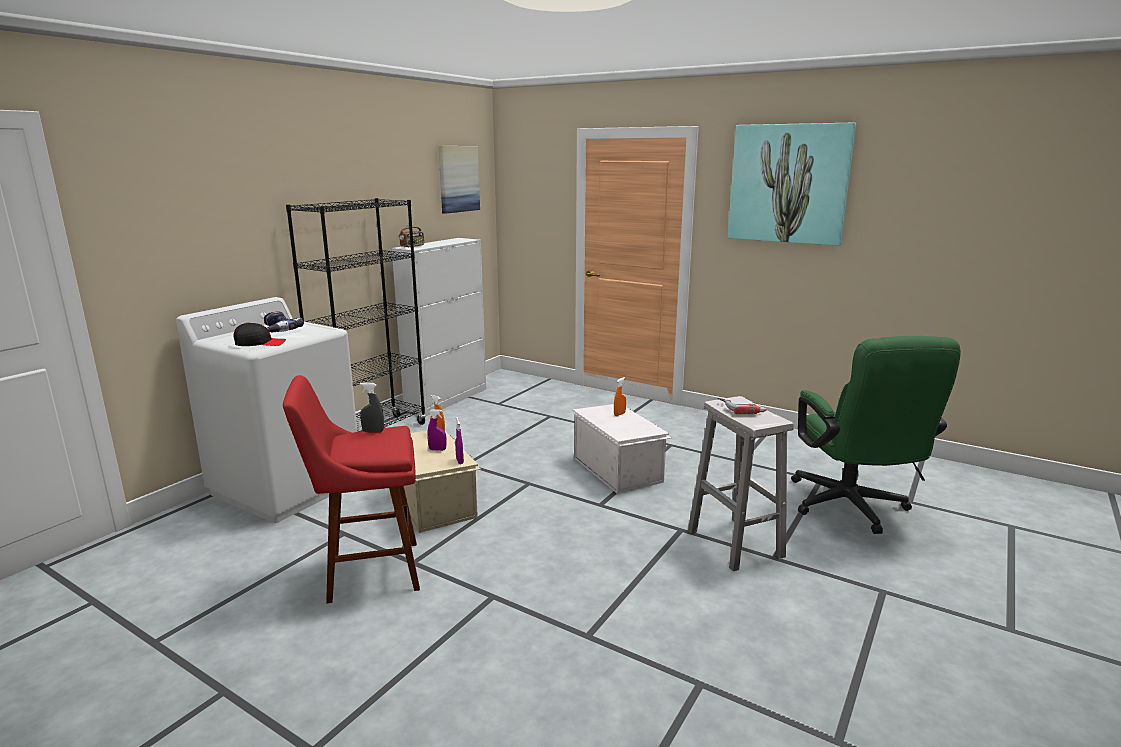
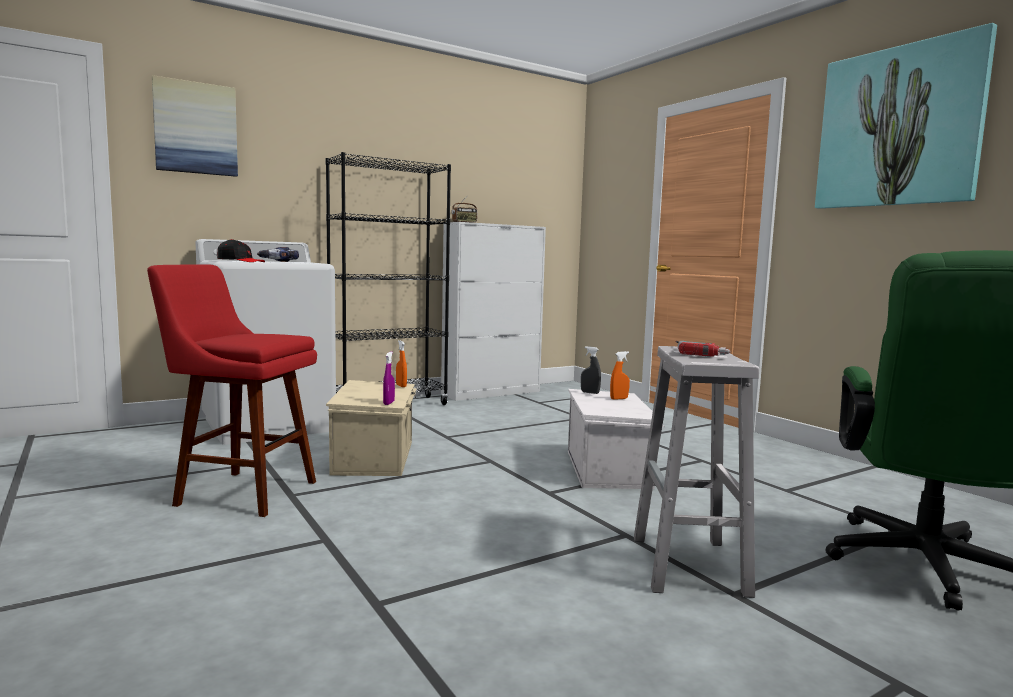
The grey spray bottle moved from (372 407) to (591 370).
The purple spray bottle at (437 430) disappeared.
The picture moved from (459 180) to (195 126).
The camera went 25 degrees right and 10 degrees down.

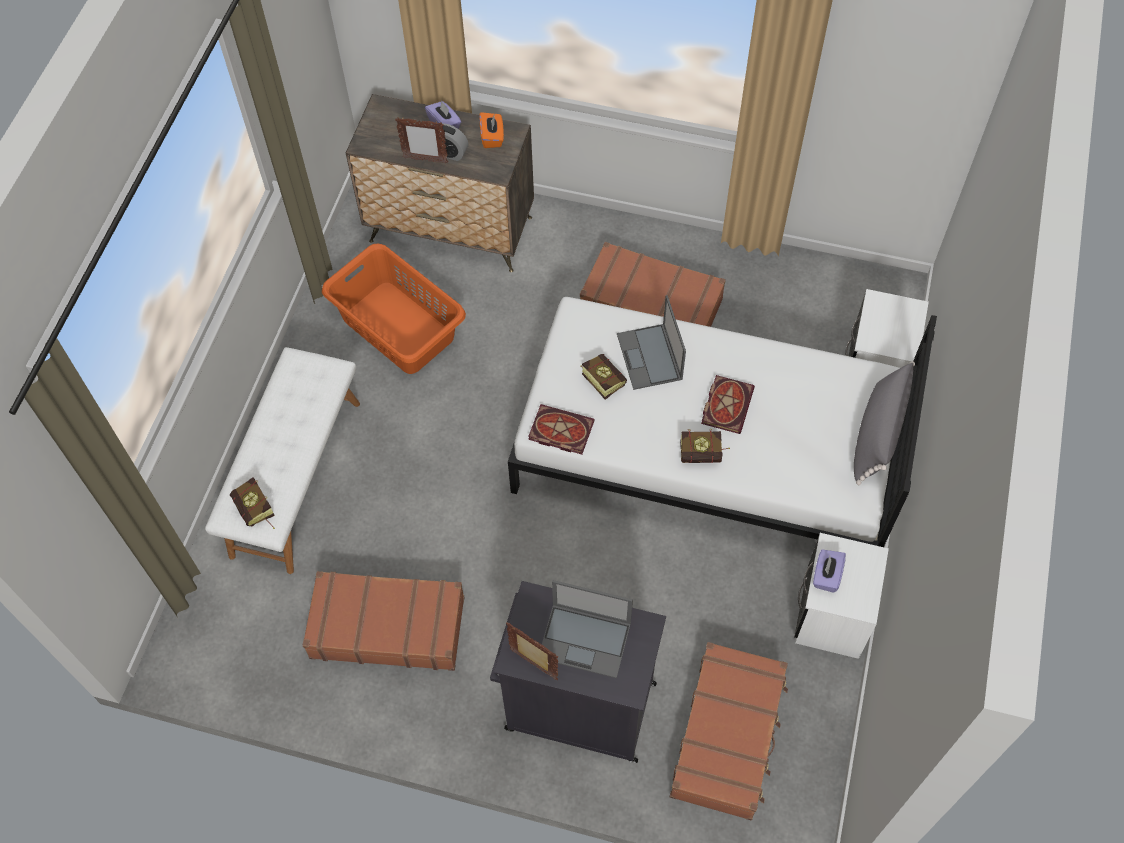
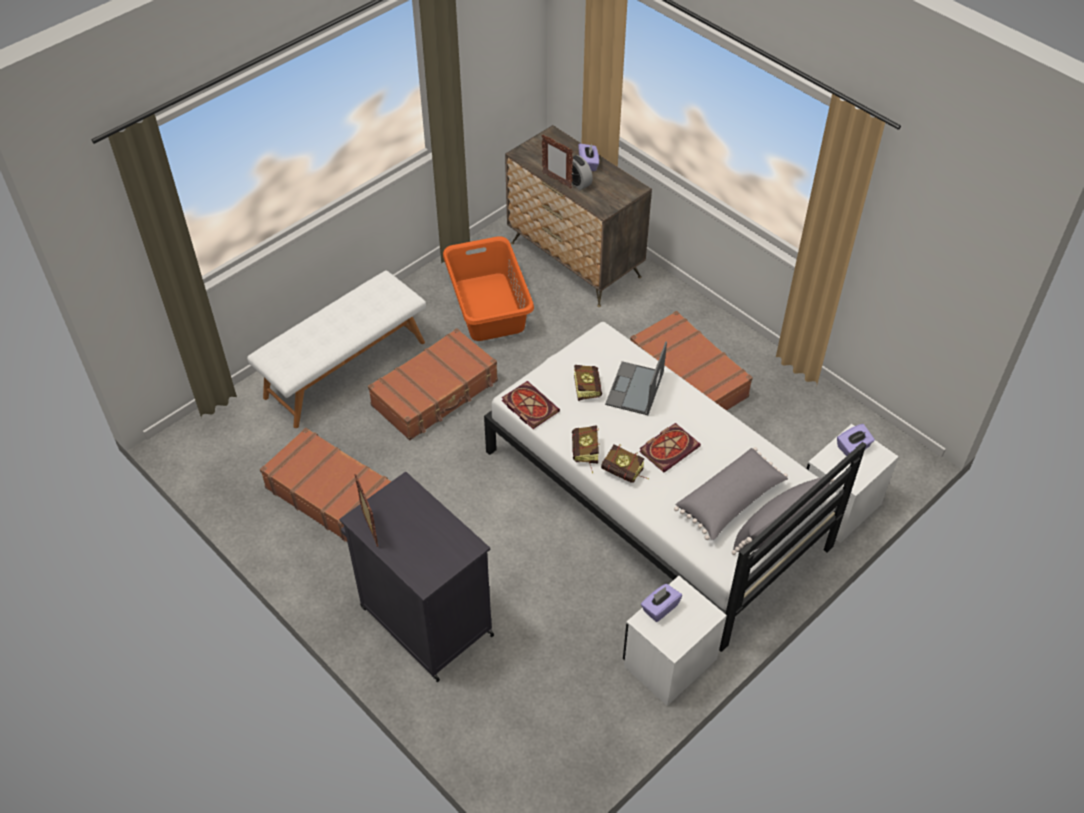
The book moved from (252 503) to (586 449).
The orange tissue box at (491 130) disappeared.
The laptop at (587 629) disappeared.
The brown suitcase moved from (729 731) to (433 384).
The grey pillow at (731 493) appeared.
The purple tissue box at (856 440) appeared.
The camera went 30 degrees right and 10 degrees down.

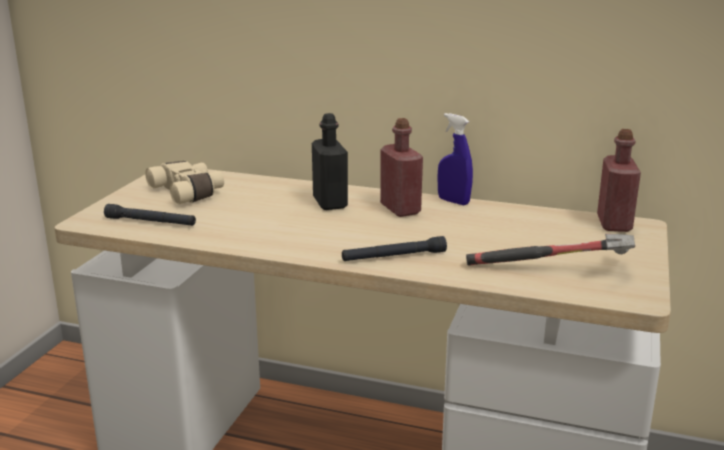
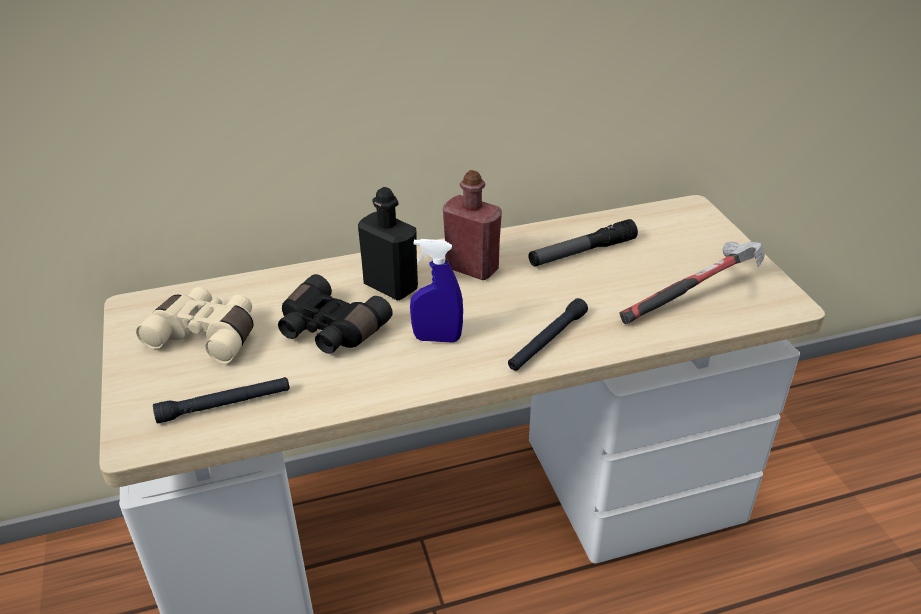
The blue spray bottle moved from (455 159) to (436 291).
The red bottle at (619 180) disappeared.
The black binoculars at (335 314) appeared.
The flashlight at (583 243) appeared.
The camera went 35 degrees left and 15 degrees up.

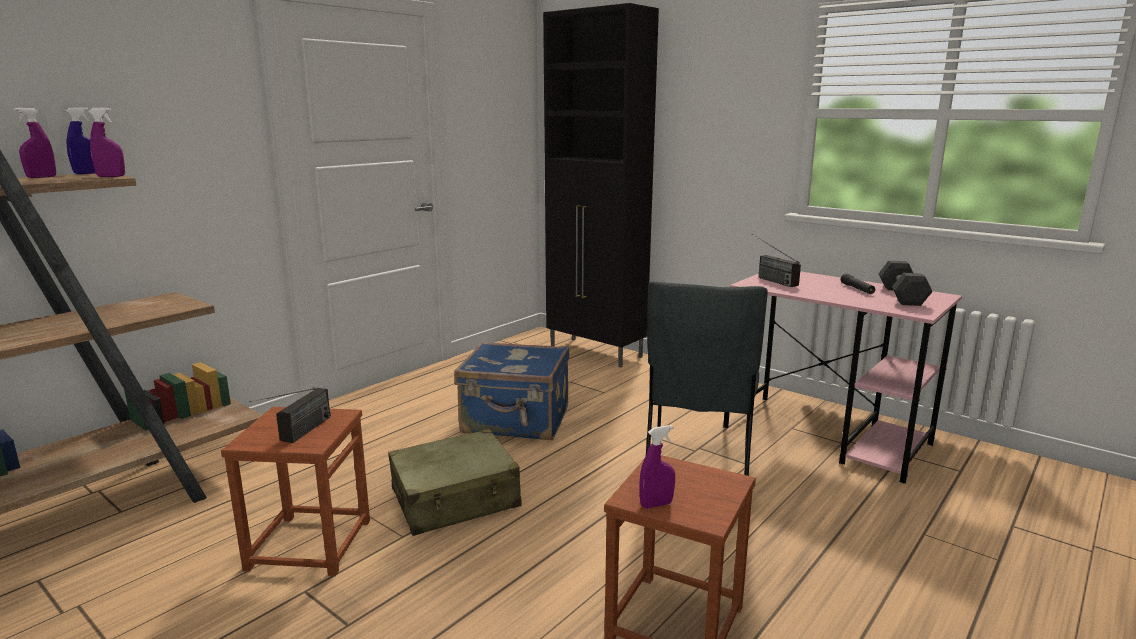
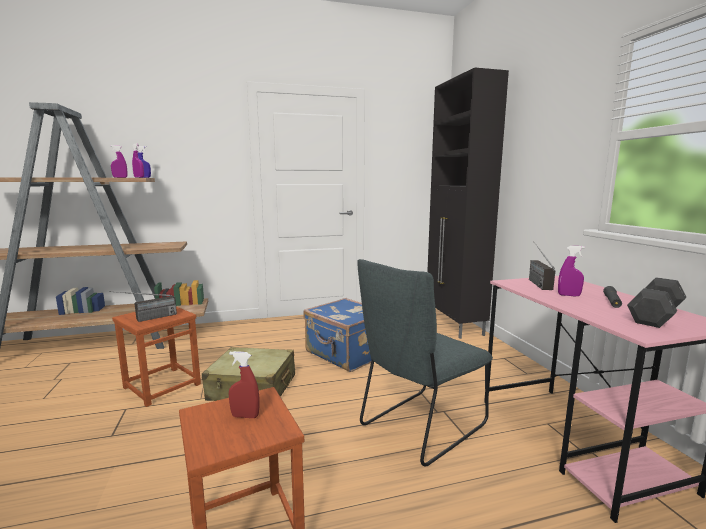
The purple spray bottle moved from (657 466) to (571 271).
The red spray bottle at (244 384) appeared.
The camera went 35 degrees right and 5 degrees down.

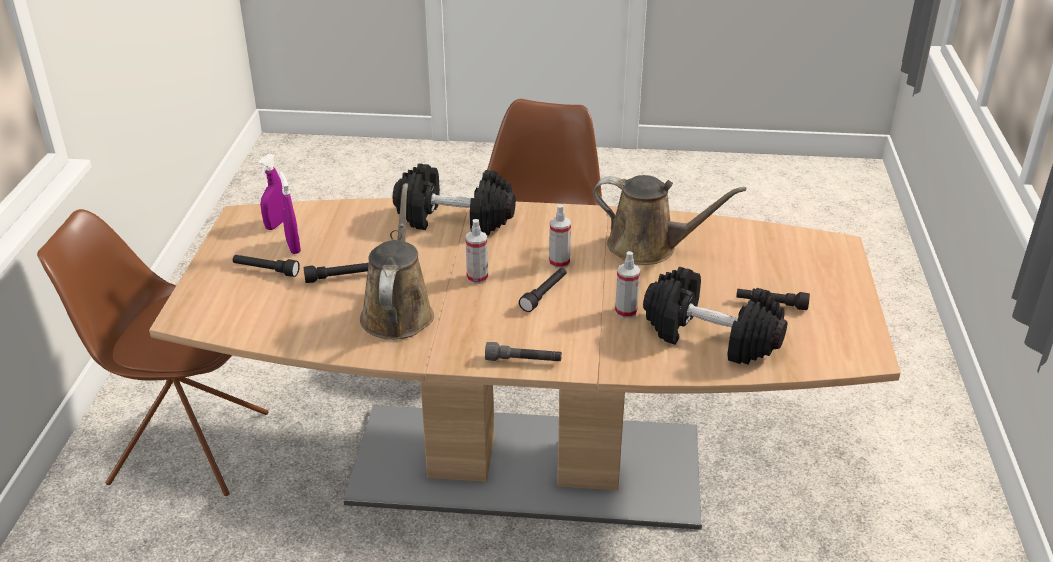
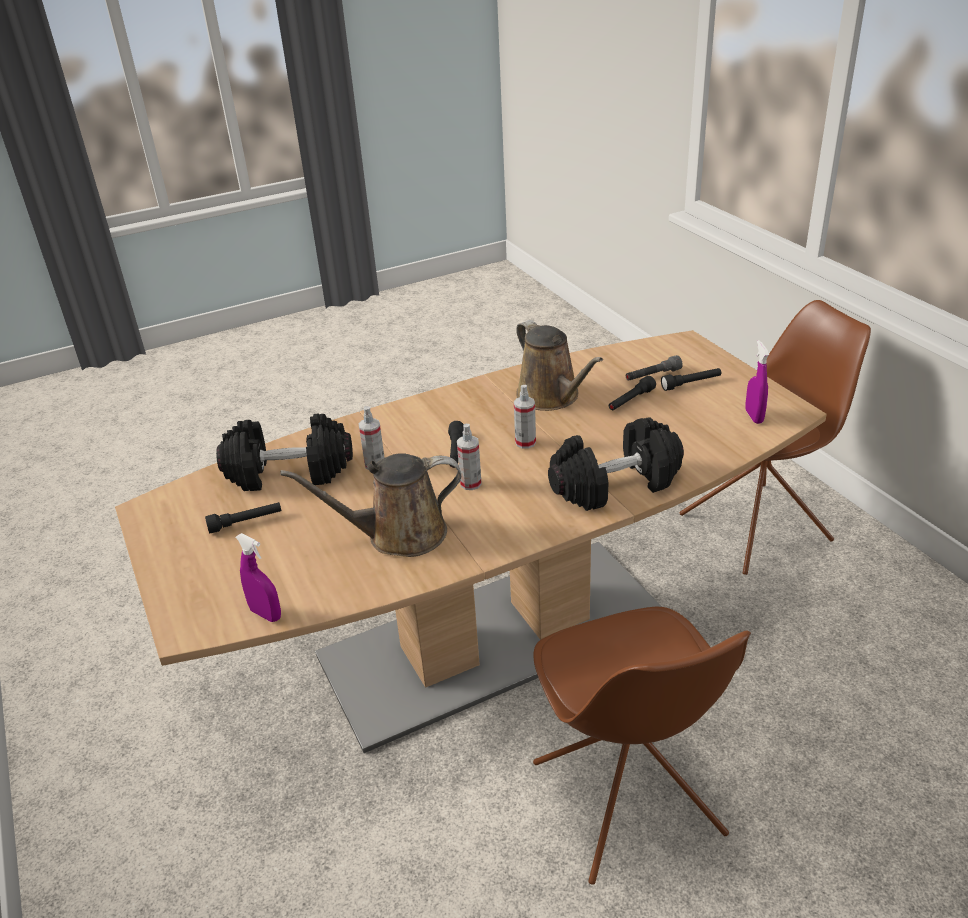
The purple spray bottle moved from (290 212) to (258 577).
The grey flashlight moved from (523 351) to (654 368).
The camera went 150 degrees right and 0 degrees up.

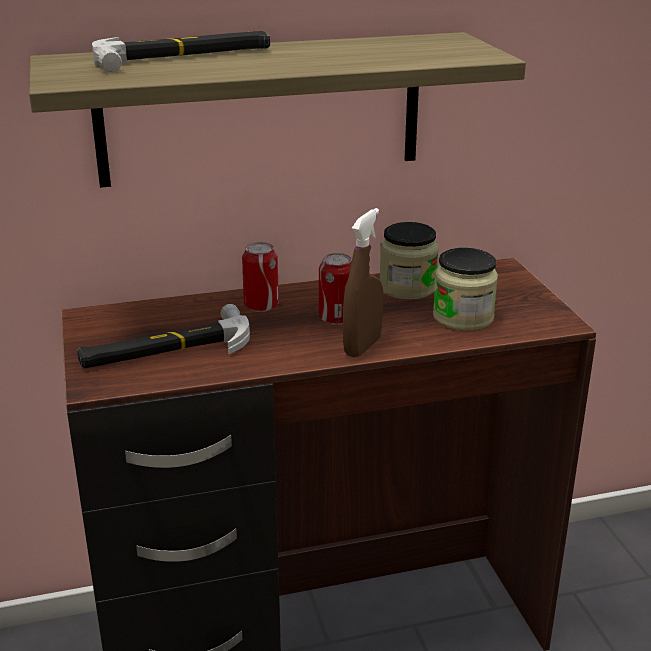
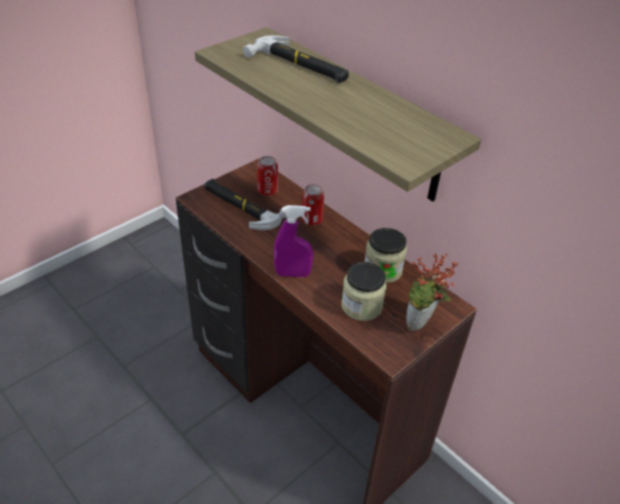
The can moved from (335 289) to (267 176).
The brown spray bottle at (363 282) became the purple spray bottle at (293 241).
The potted plant at (432 292) appeared.
The camera went 60 degrees right and 15 degrees up.

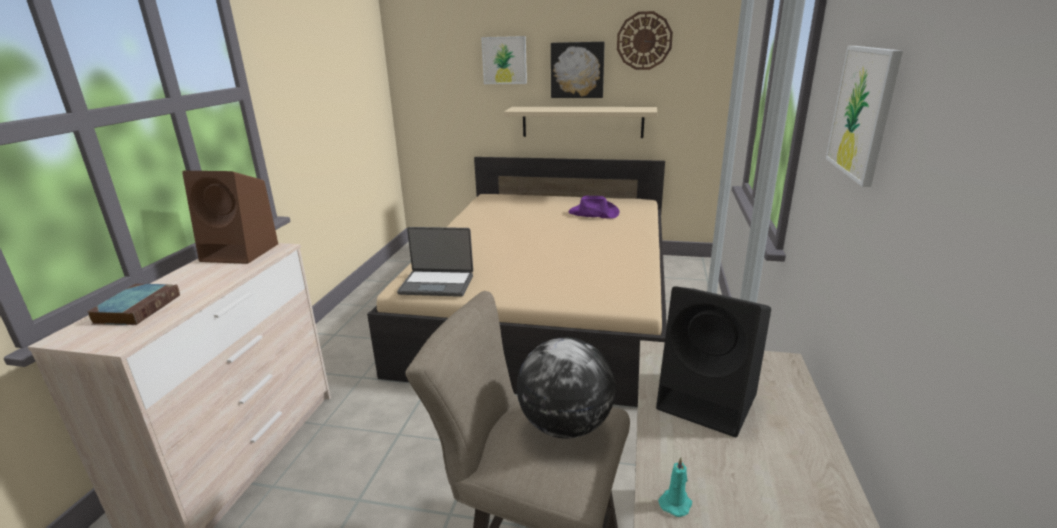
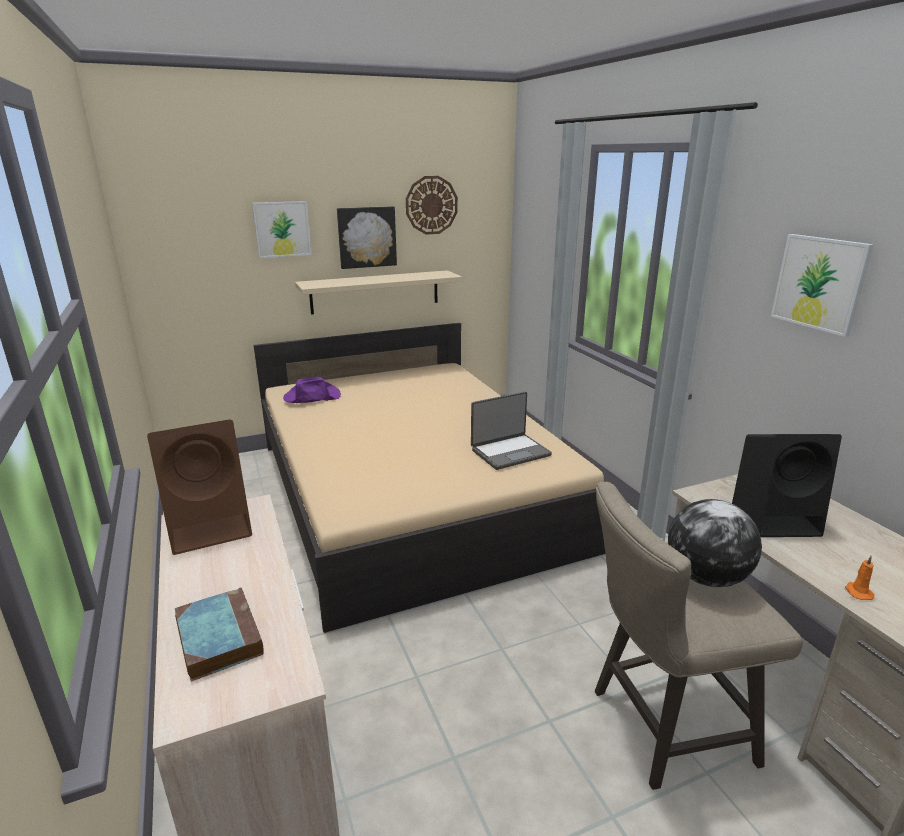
The laptop moved from (435 262) to (511 431).
The purple hat moved from (594 207) to (312 390).
The turquoise candle at (675 487) became the orange candle at (860 578).
The camera went 35 degrees left and 0 degrees up.

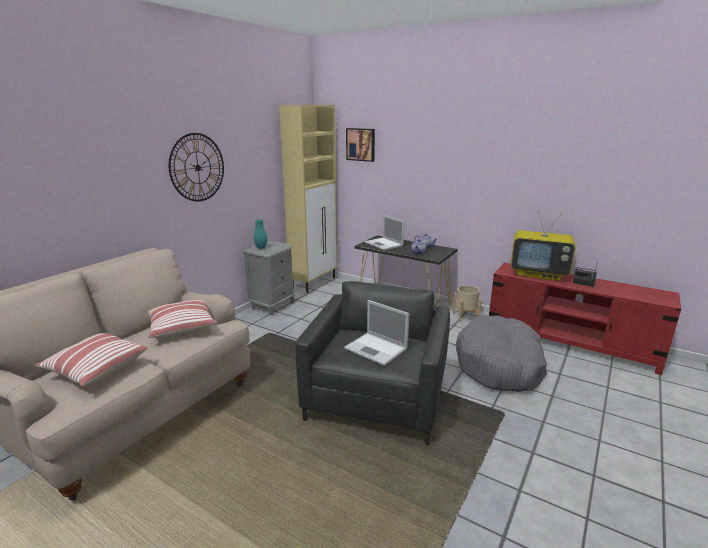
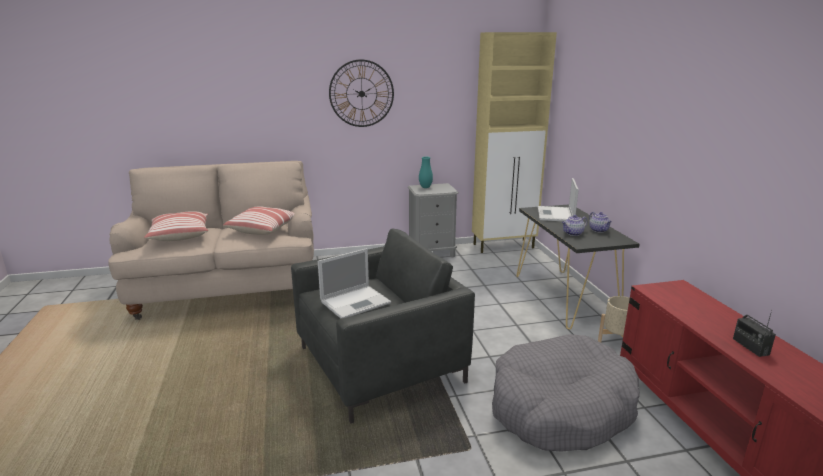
The laptop at (377 333) turned 120 degrees counterclockwise.
The picture at (360 145) disappeared.
The television at (543 246) disappeared.
The camera went 45 degrees right and 0 degrees up.

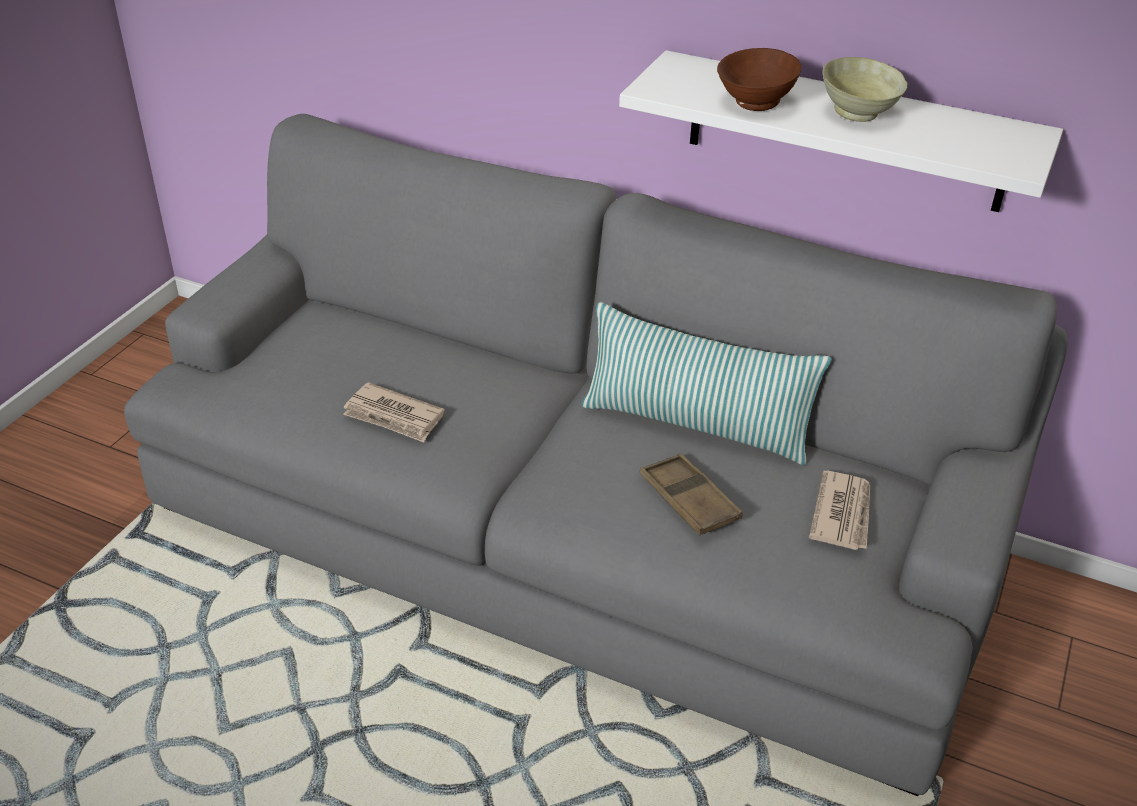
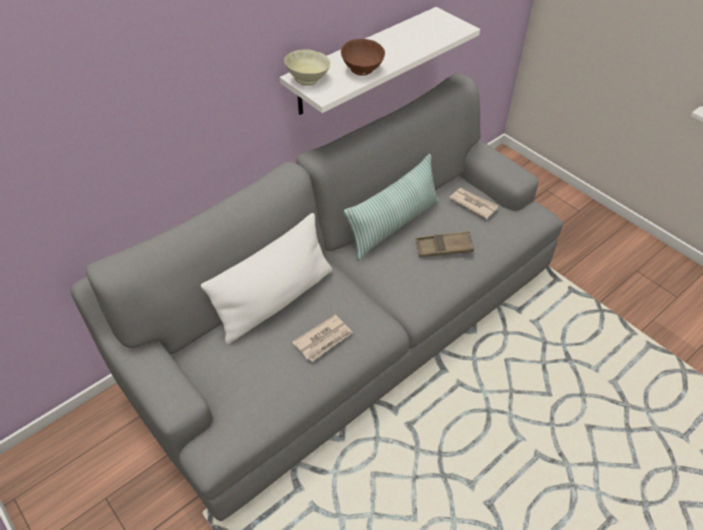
The beige bowl moved from (865 89) to (307 67).
The white pillow at (266 278) appeared.
The camera went 65 degrees left and 10 degrees up.

